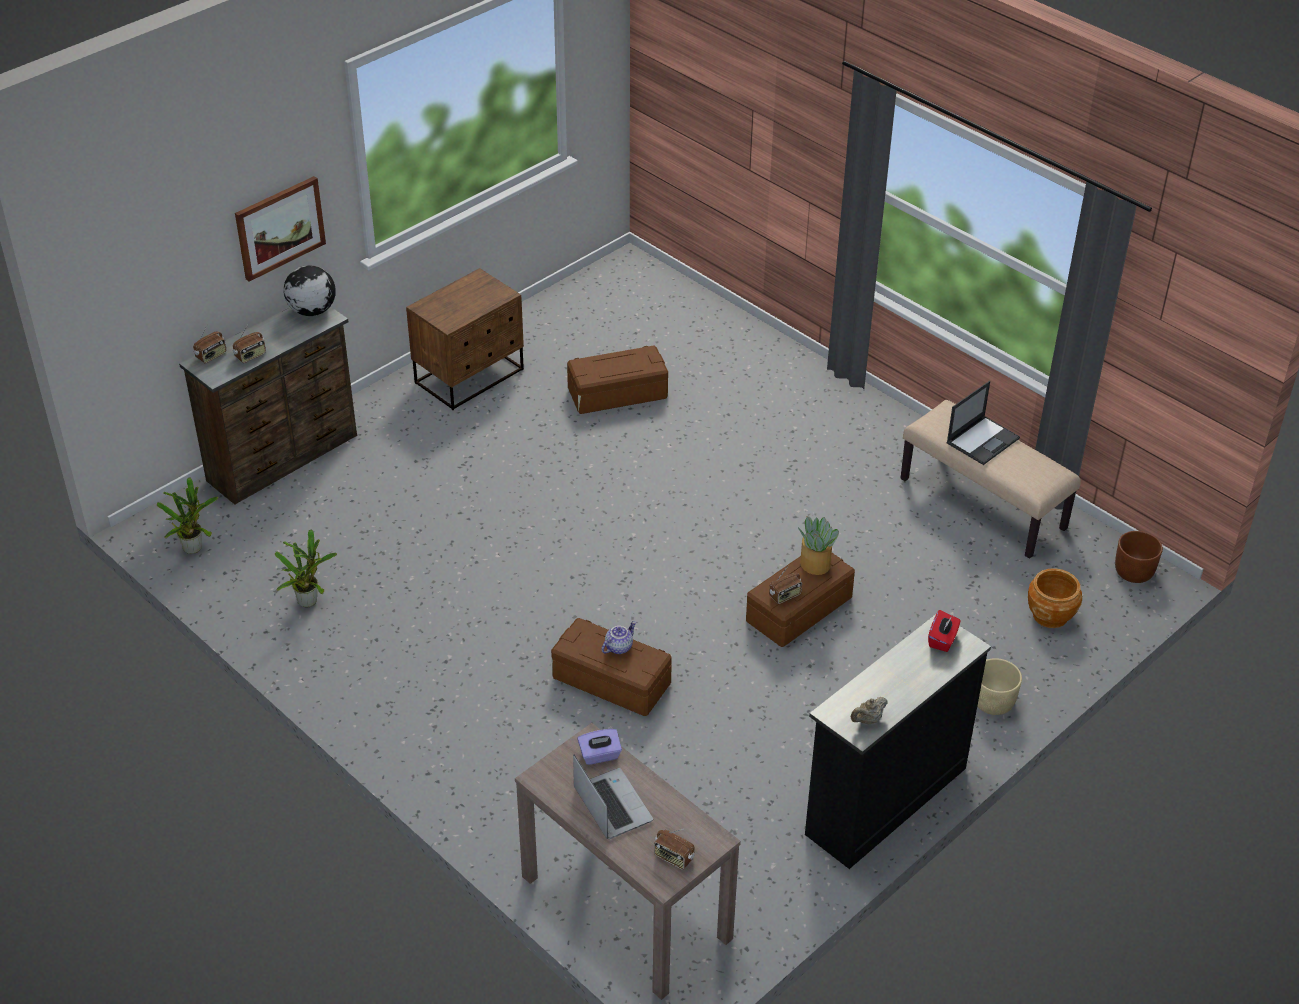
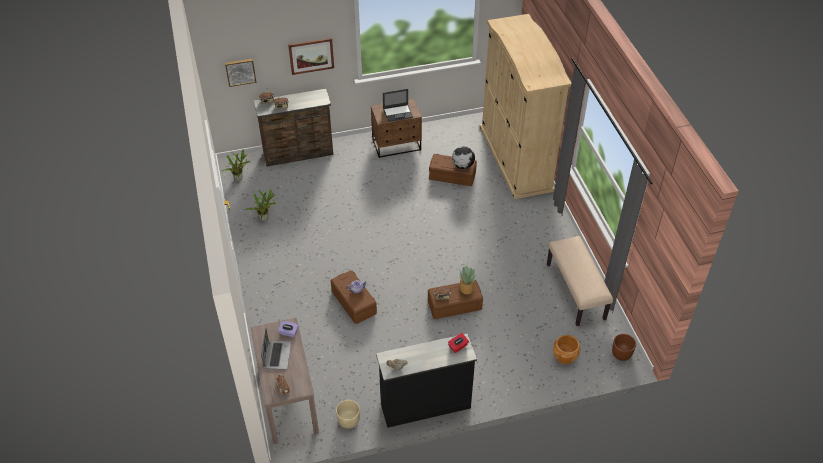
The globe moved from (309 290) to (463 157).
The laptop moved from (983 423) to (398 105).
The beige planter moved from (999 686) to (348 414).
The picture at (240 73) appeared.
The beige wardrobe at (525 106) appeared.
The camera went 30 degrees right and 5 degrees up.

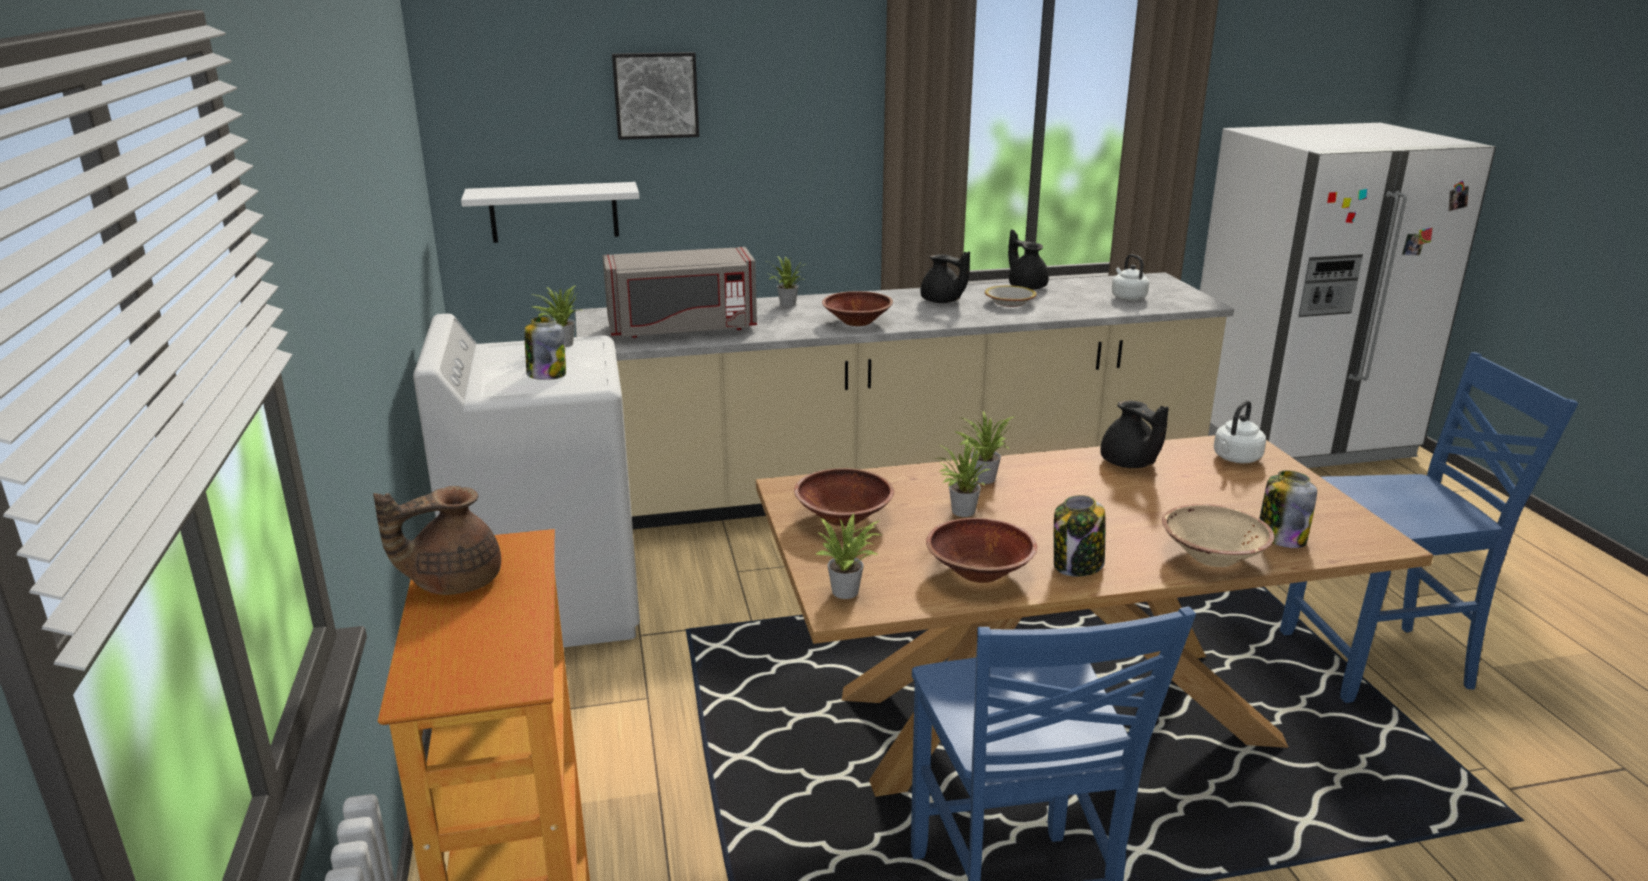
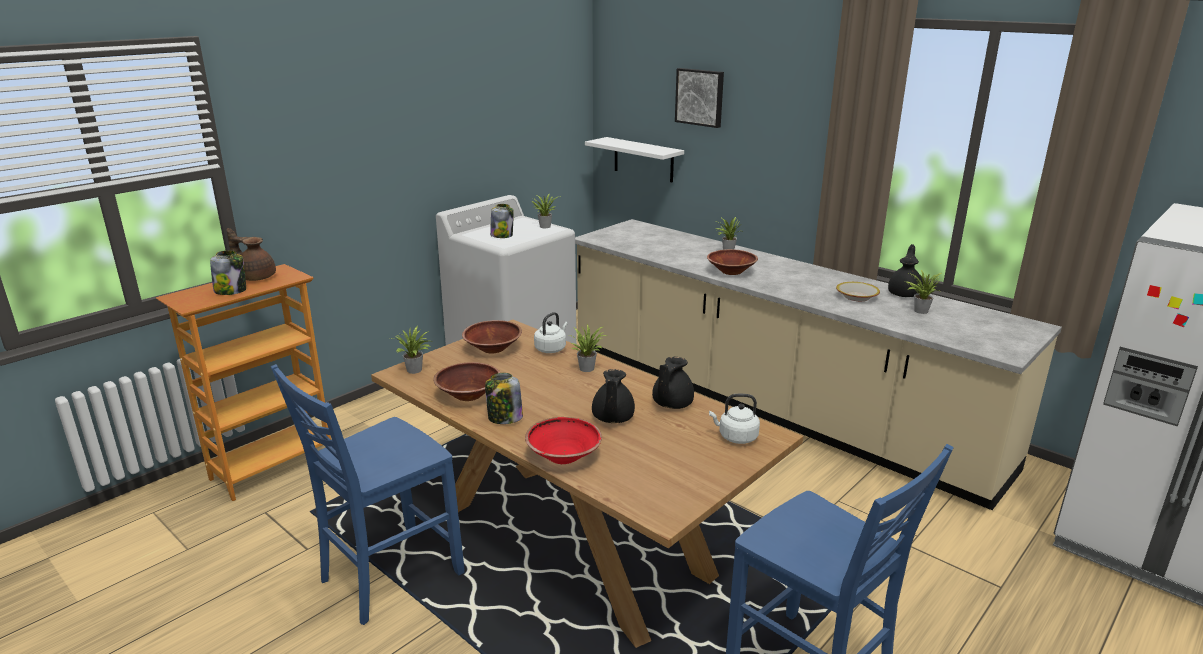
The grey microwave at (680 292) disappeared.
The black teapot moved from (945 277) to (613 396).
The potted plant moved from (963 477) to (923 292).
The white kettle moved from (1130 277) to (551 332).
The beige bowl at (1218 535) became the red bowl at (563 440).
The jar moved from (1288 509) to (228 272).
The camera went 55 degrees right and 0 degrees up.

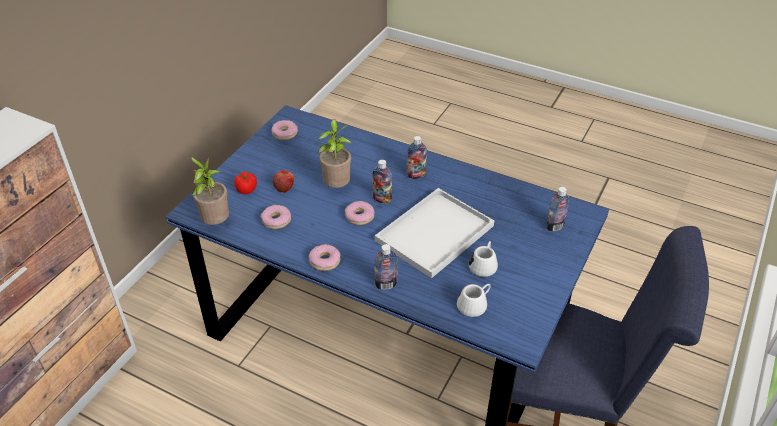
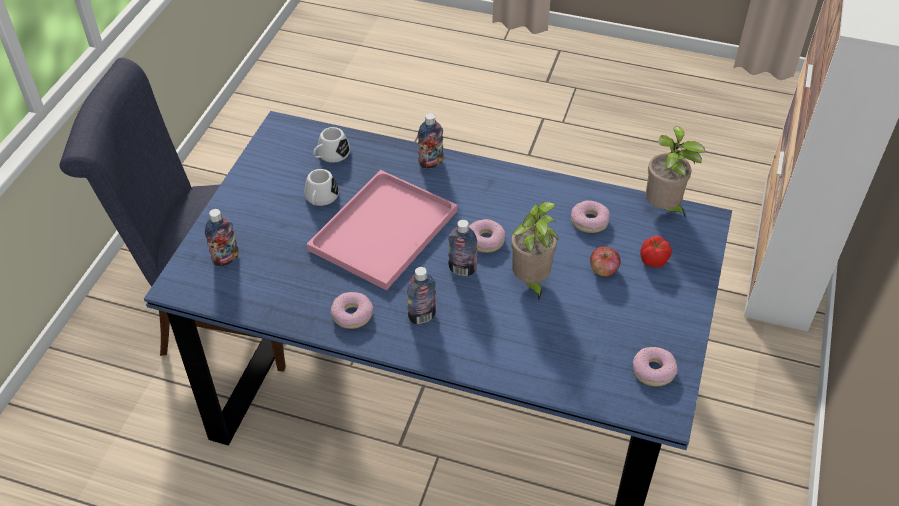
The donut moved from (325 257) to (352 310).
The white tray at (434 233) became the pink tray at (382 230).
The camera went 170 degrees right and 5 degrees up.

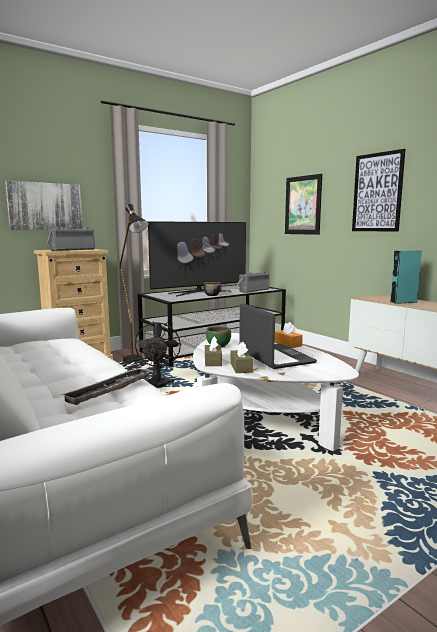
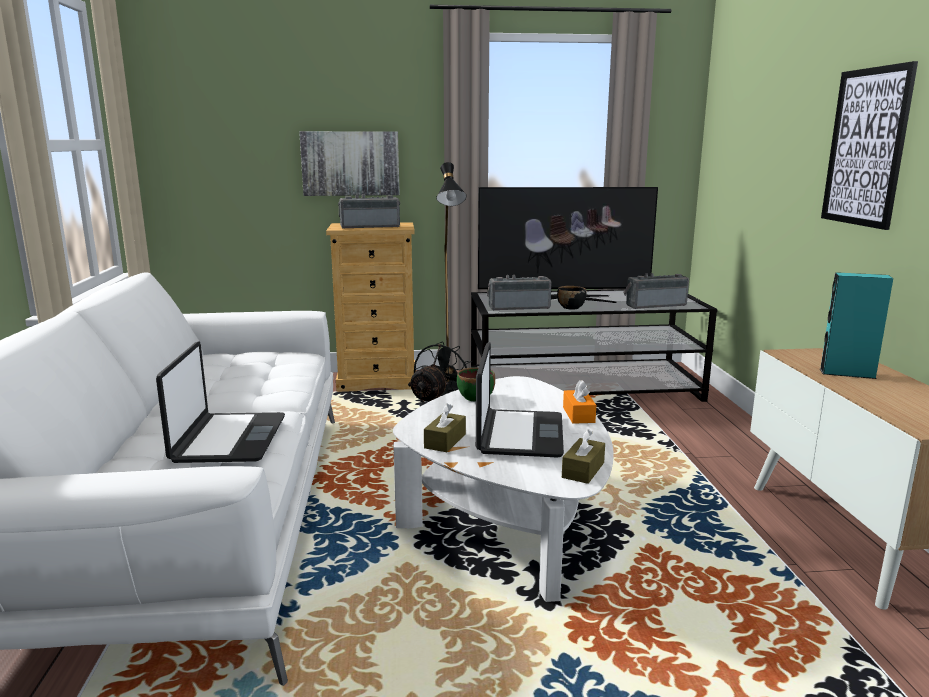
The tray at (106 386) was replaced by the laptop at (220 402).
The brown tissue box moved from (213 351) to (583 456).
The picture at (303 204) disappeared.
The radio at (519 292) appeared.
The camera went 30 degrees right and 5 degrees up.

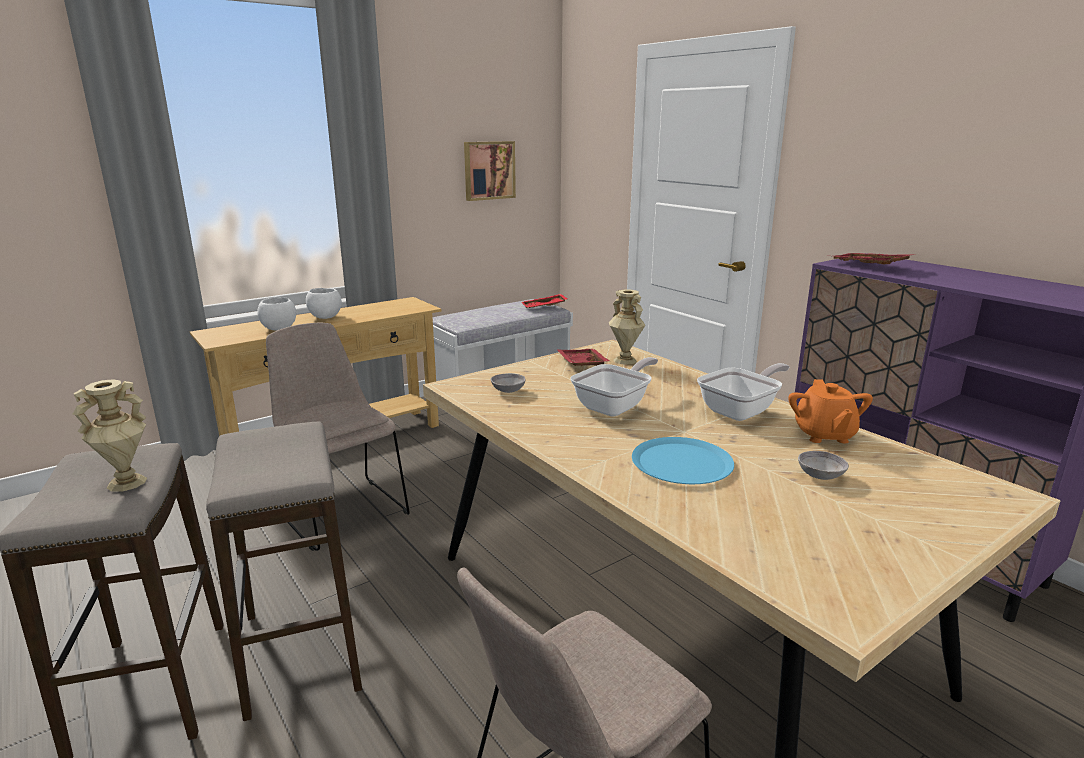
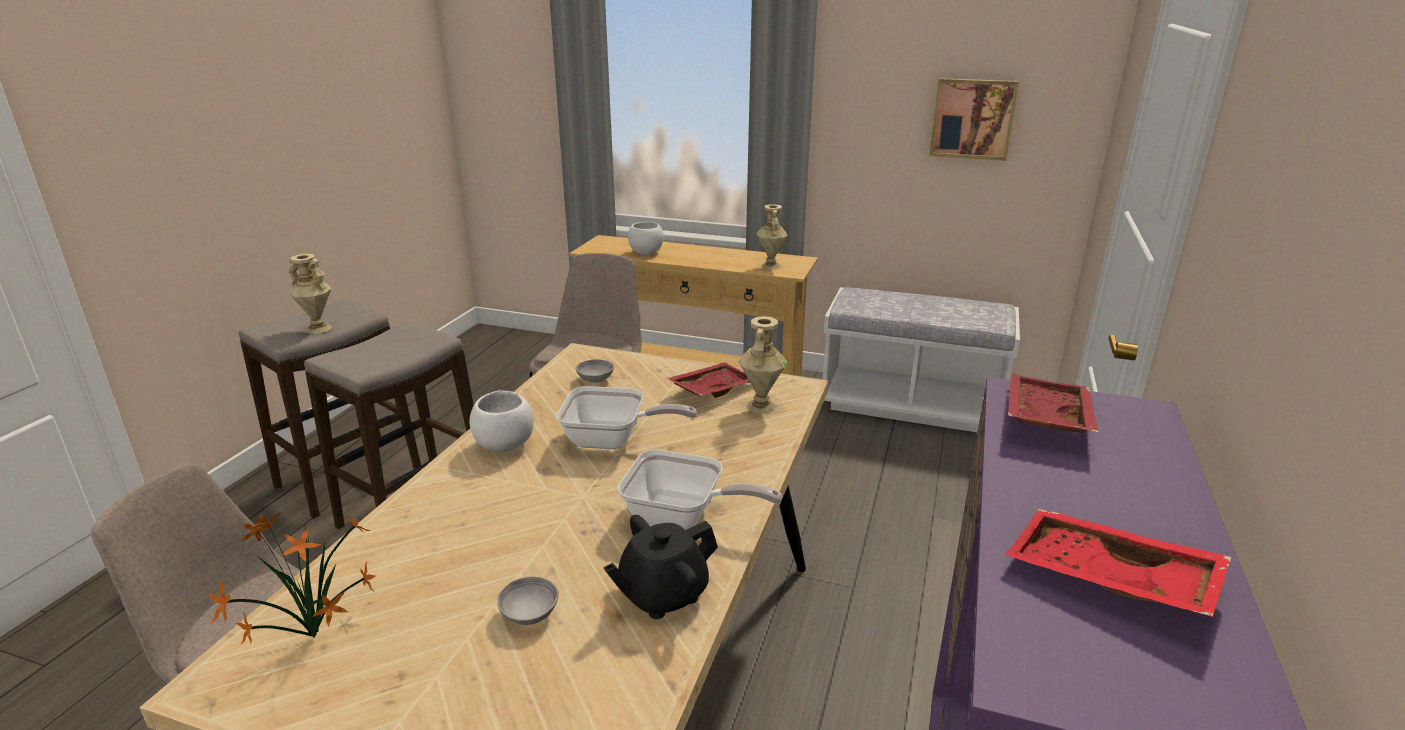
The white bowl moved from (324 303) to (501 421).
The red tray moved from (544 301) to (1118 563).
The blue plate at (683 460) disappeared.
The orange teapot at (830 411) became the black teapot at (660 567).
The potted plant at (291 578) appeared.
The beige vase at (772 237) appeared.
The camera went 55 degrees right and 5 degrees up.

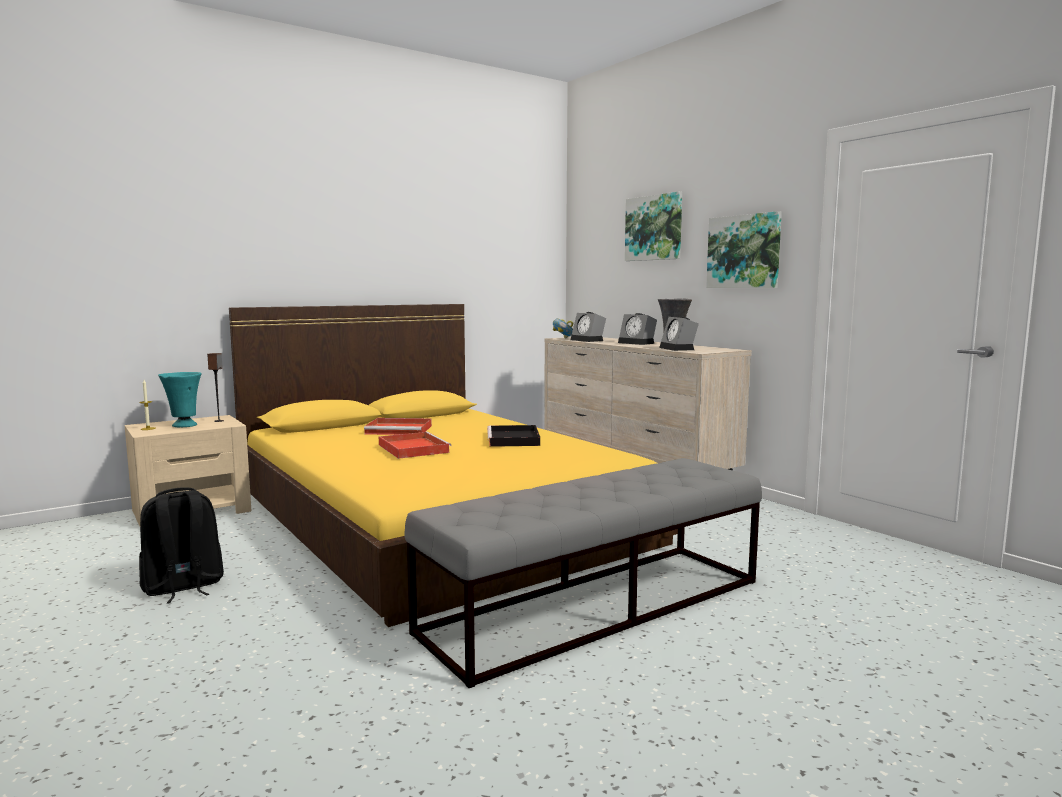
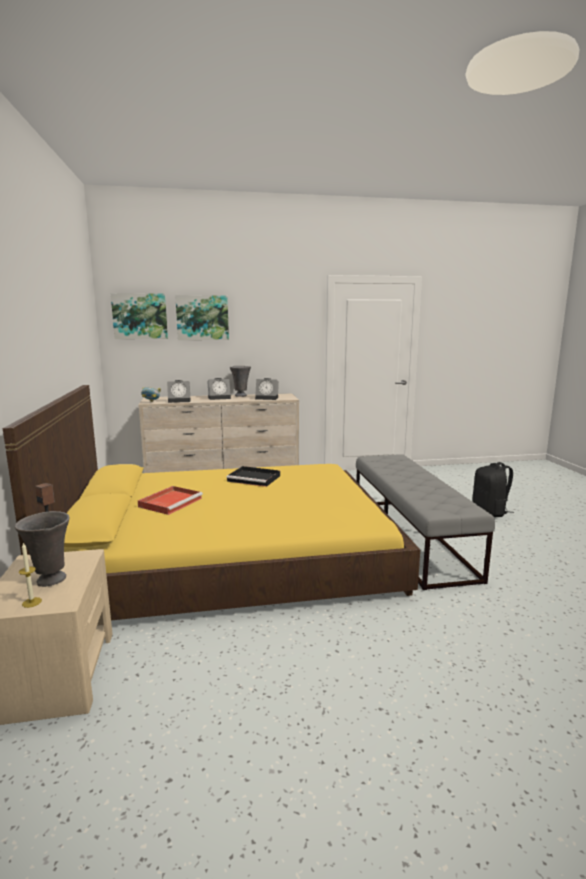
The black backpack moved from (181 545) to (493 489).
The turquoise vase at (179 399) became the grey vase at (42 549).
The red tray at (415 445) disappeared.
The picture moved from (744 249) to (139 316).
The camera went 65 degrees left and 5 degrees up.

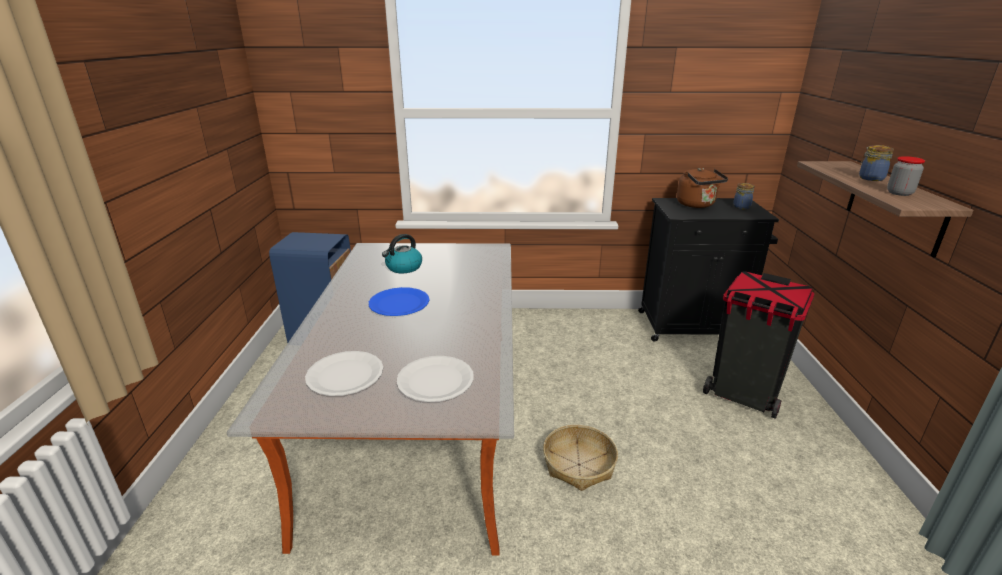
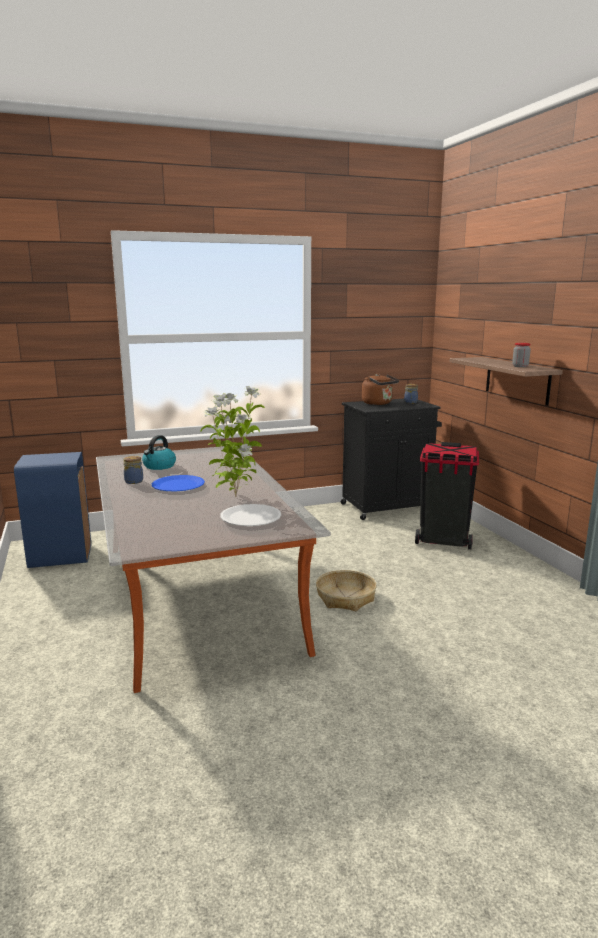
The white plate at (344 373) disappeared.
The jar moved from (876 163) to (133 470).
The potted plant at (232 442) appeared.
The camera went 20 degrees left and 10 degrees down.

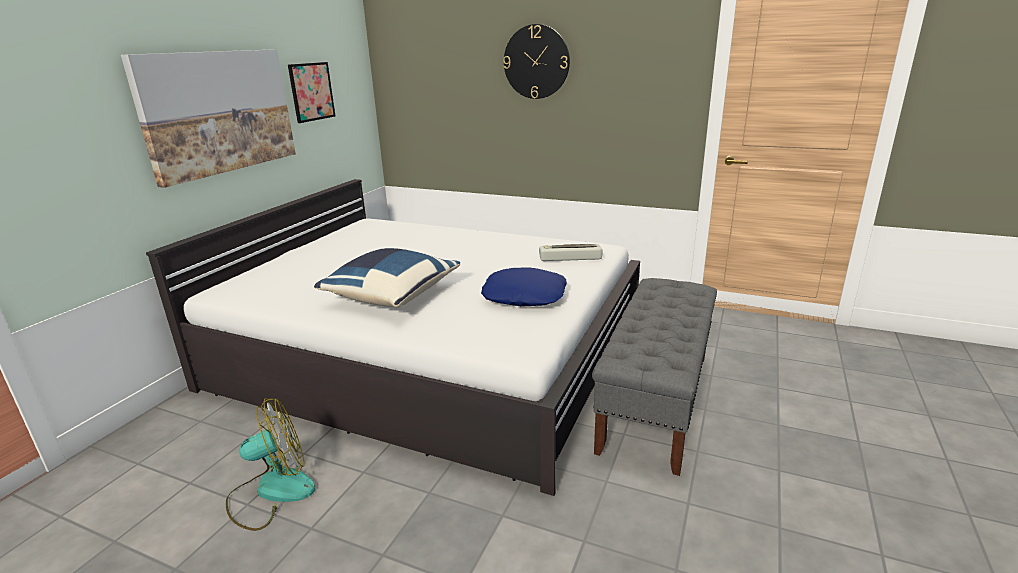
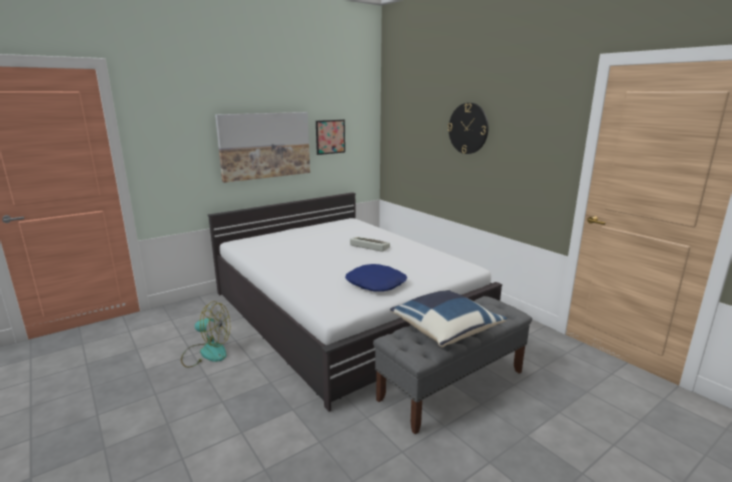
The blue pillow moved from (387 278) to (448 318).
The keyboard moved from (571 252) to (370 244).
The camera went 30 degrees right and 5 degrees down.

